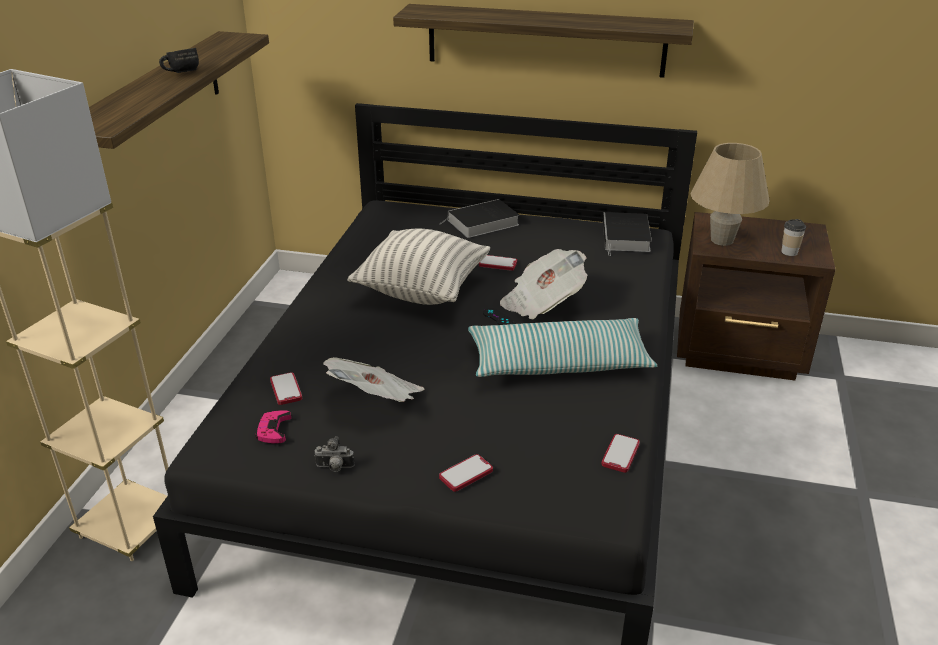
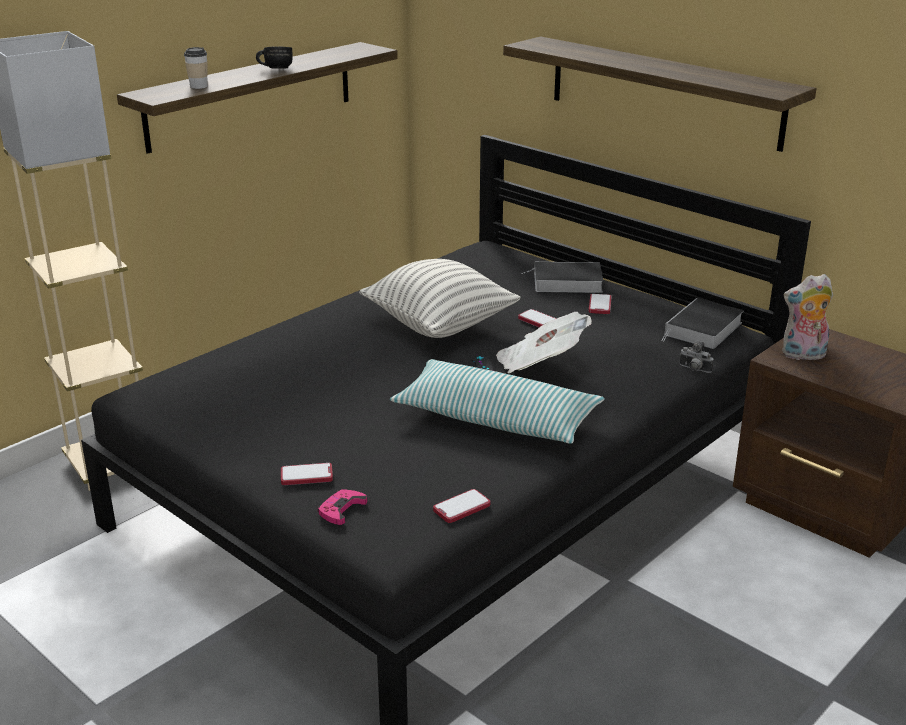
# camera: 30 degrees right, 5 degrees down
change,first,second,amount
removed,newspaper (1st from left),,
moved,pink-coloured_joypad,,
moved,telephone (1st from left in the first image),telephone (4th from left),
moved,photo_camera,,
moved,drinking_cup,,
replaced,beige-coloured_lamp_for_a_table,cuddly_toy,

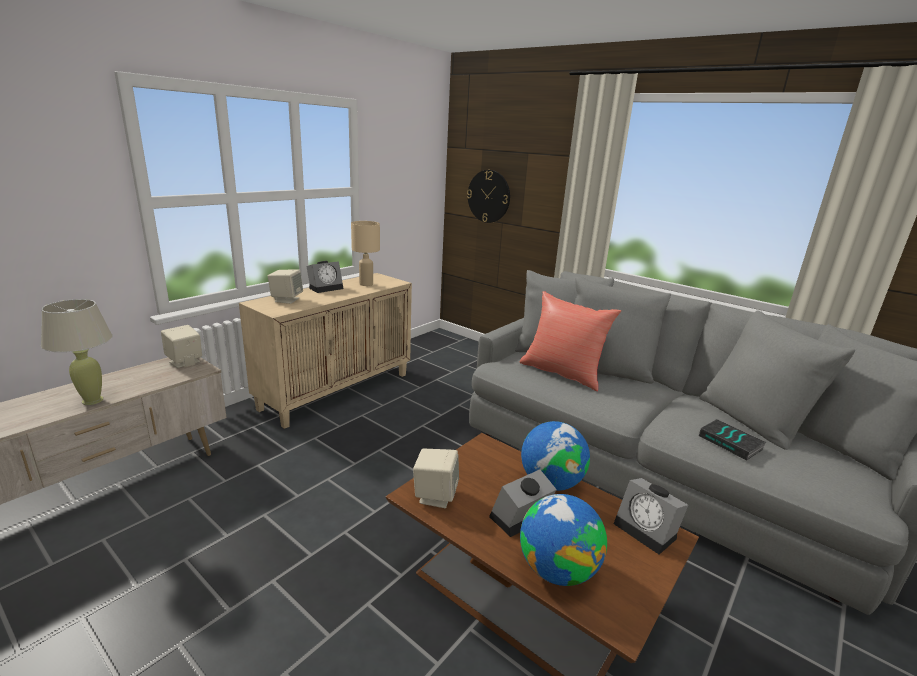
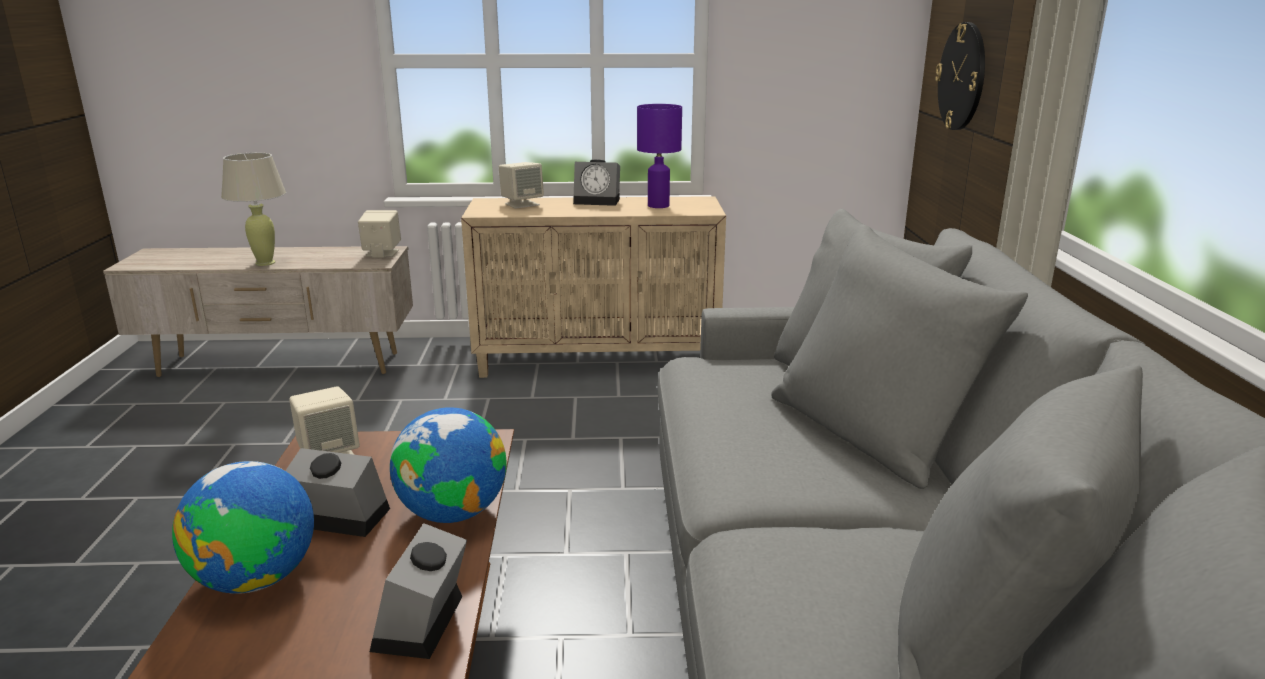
# camera: 50 degrees right, 0 degrees up
change,first,second,amount
removed,red-coloured_cushion,,
removed,volume,,
recoloured,beige-coloured_lamp_for_a_table (2nd from left),purple-coloured_lamp_for_a_table,

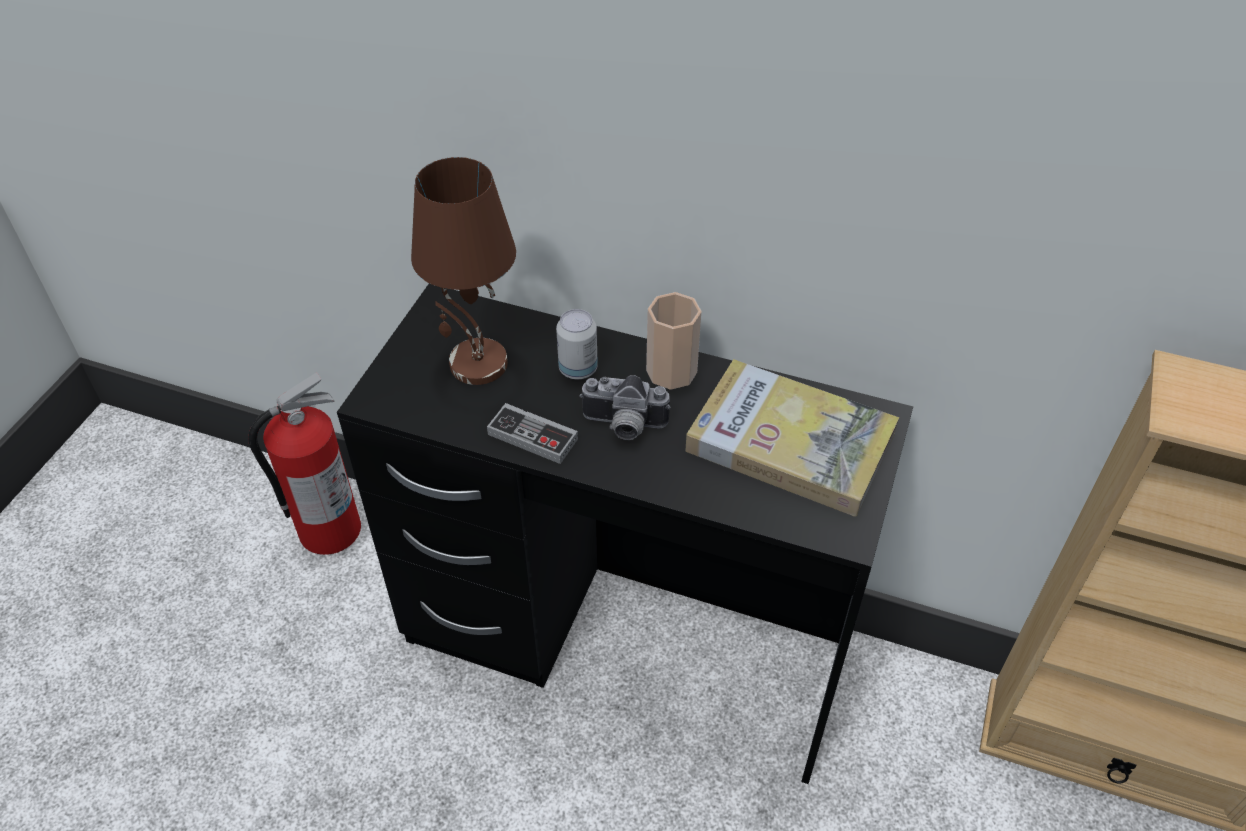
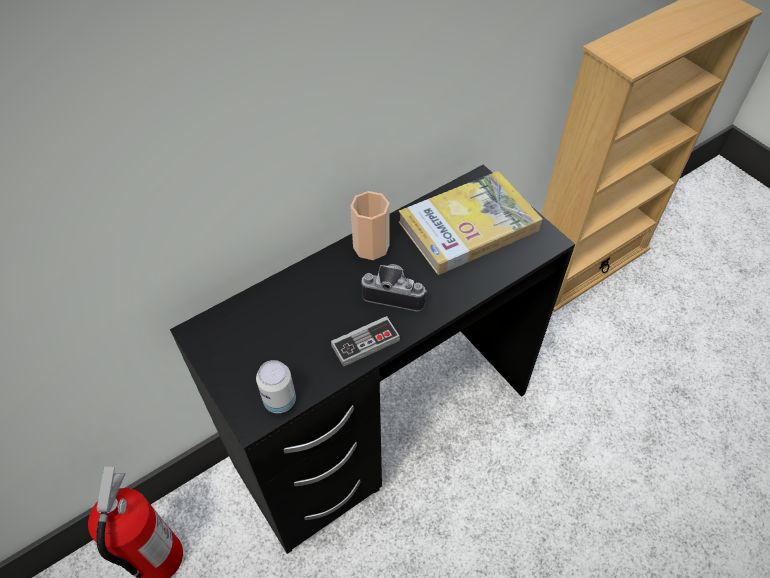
# camera: 55 degrees left, 5 degrees up
change,first,second,amount
removed,brown_lamp_for_a_table,,
moved,sealed_can,,
turned,photo_camera,,120 degrees counterclockwise

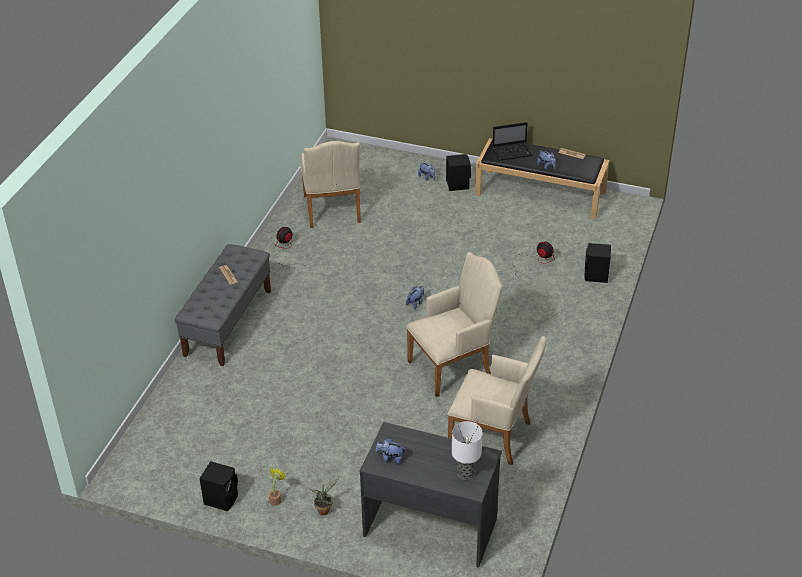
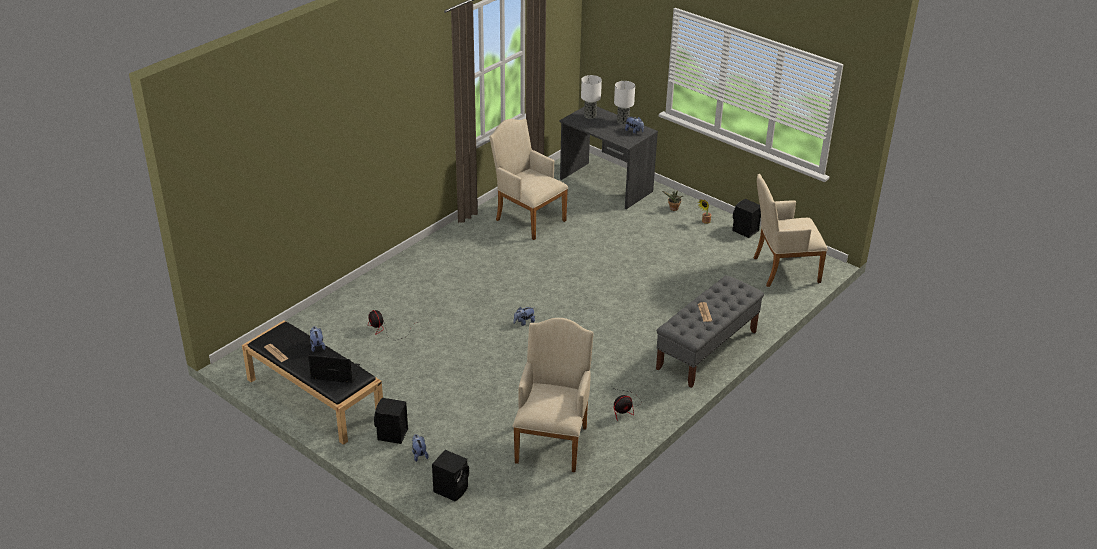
# camera: 160 degrees left, 5 degrees down
change,first,second,amount
added,,lamp_for_a_table (2nd from left),
moved,beige-coloured_armchair (2nd from left in the first image),beige-coloured_armchair (3rd from left),
moved,blackish_audio_speaker (3rd from left in the first image),blackish_audio_speaker (2nd from left),

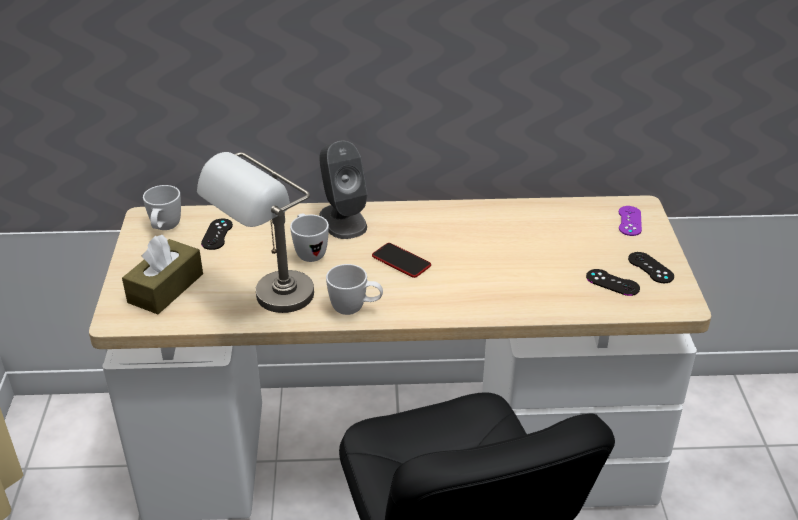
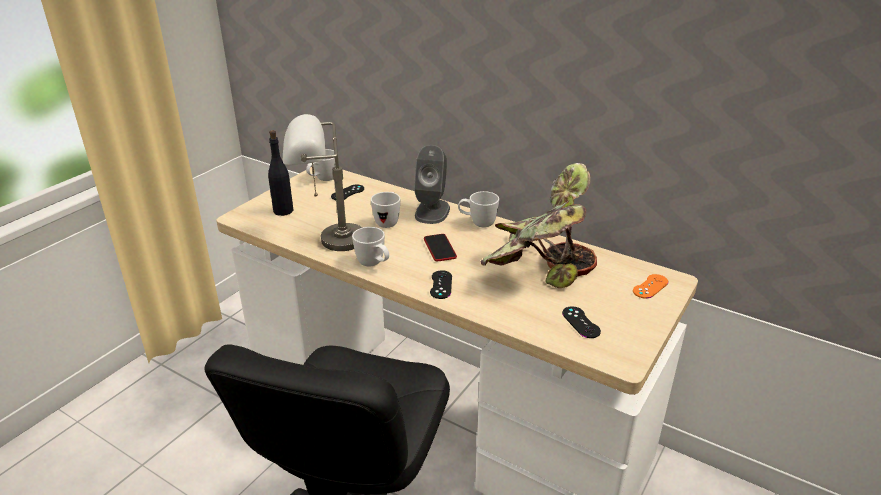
# camera: 35 degrees right, 5 degrees down
change,first,second,amount
added,,white_mug (4th from left),
added,,potted_plant,
moved,blackish_joypad (3rd from left in the first image),blackish_joypad (2nd from left),
replaced,brown_tissue_box,blackish_bottle,
recoloured,purple-coloured_joypad,orangey_joypad,

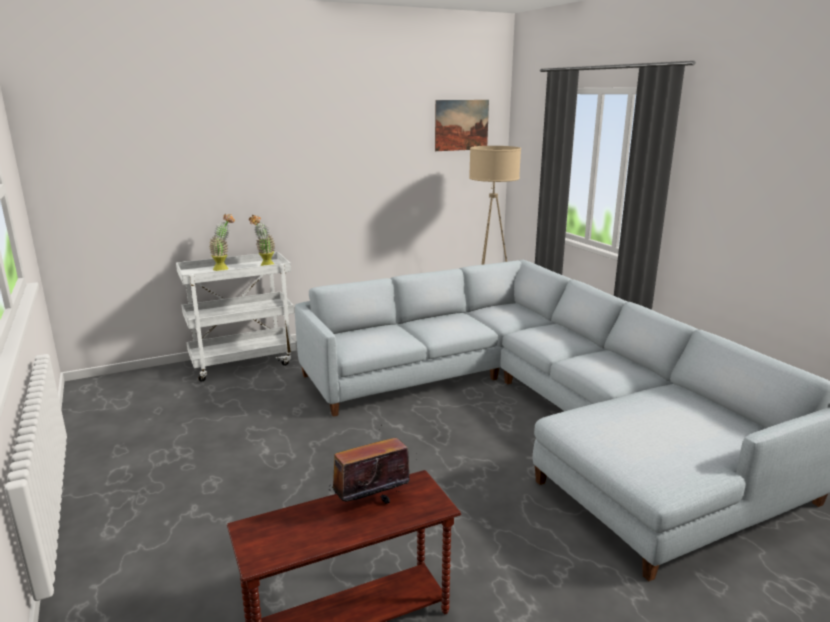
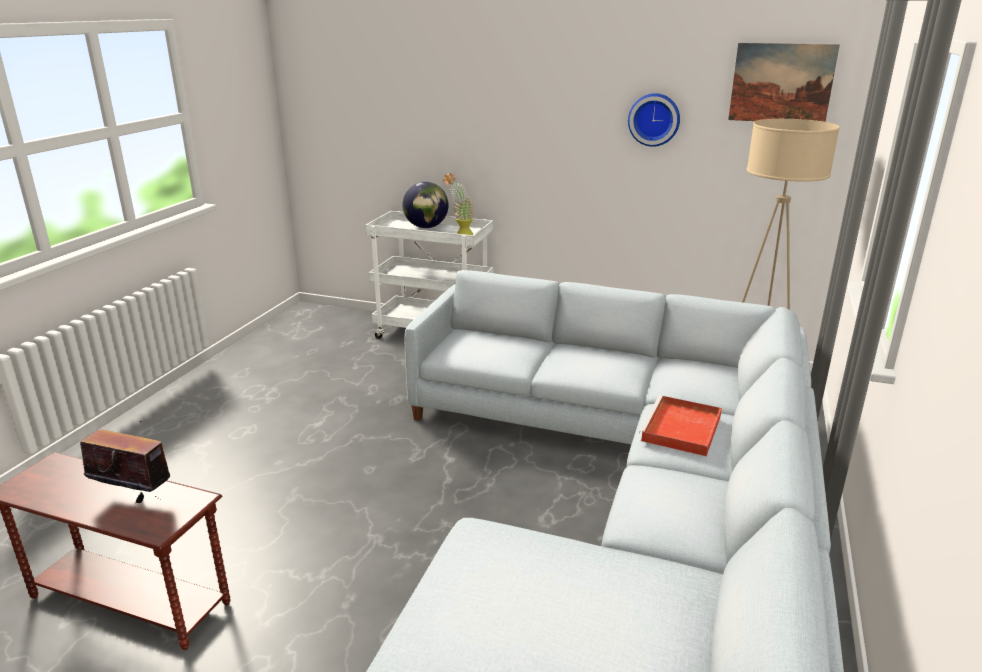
# camera: 45 degrees right, 5 degrees up
change,first,second,amount
added,,clock_on_the_wall,
added,,red-coloured_tray,
replaced,potted_plant (1st from left),world_globe,

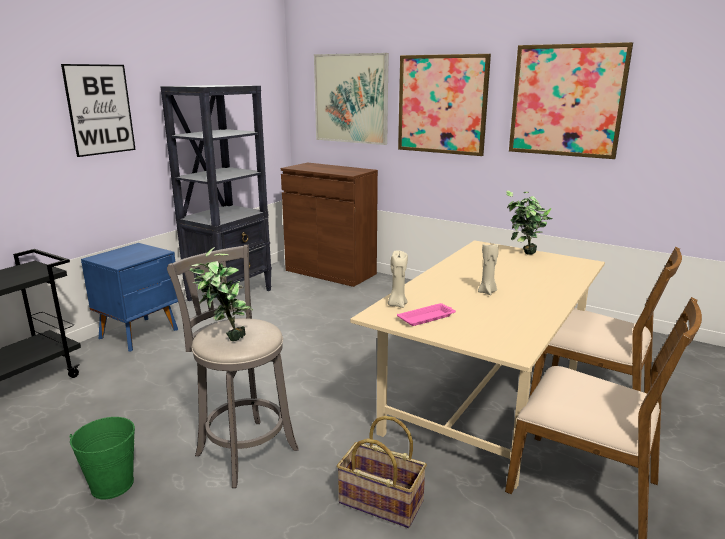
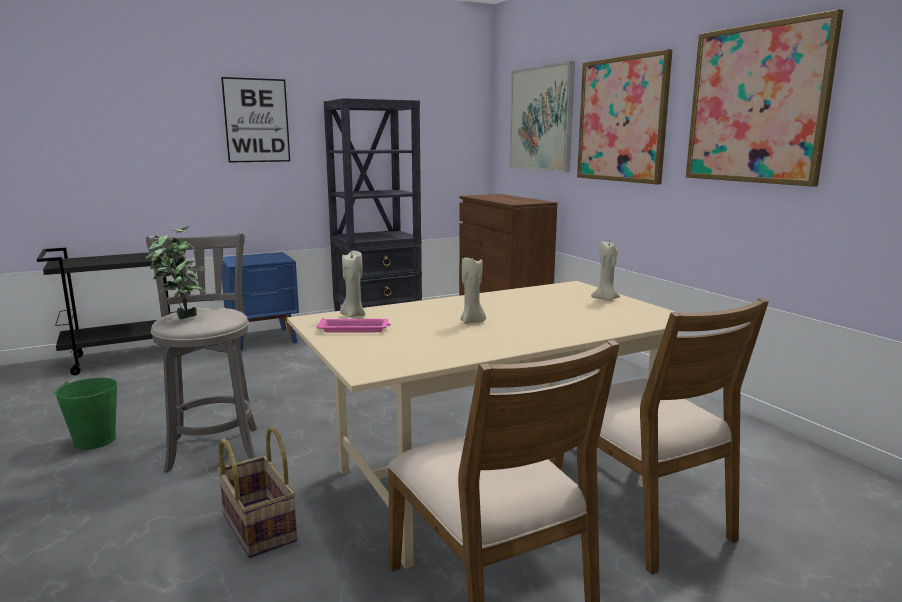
# camera: 30 degrees right, 5 degrees down
change,first,second,amount
replaced,potted_plant (2nd from left),beige-coloured_candle (3rd from left),

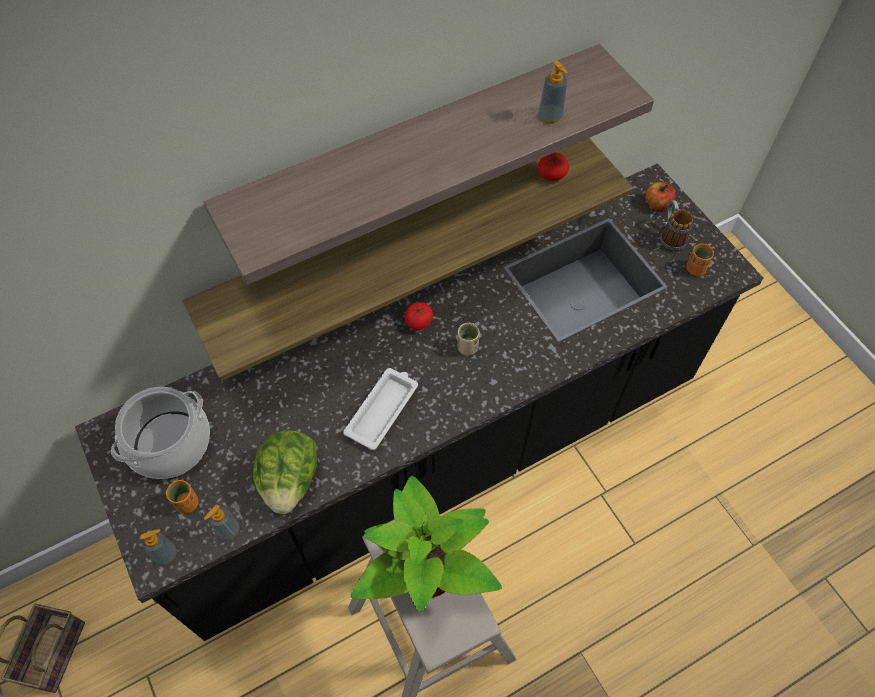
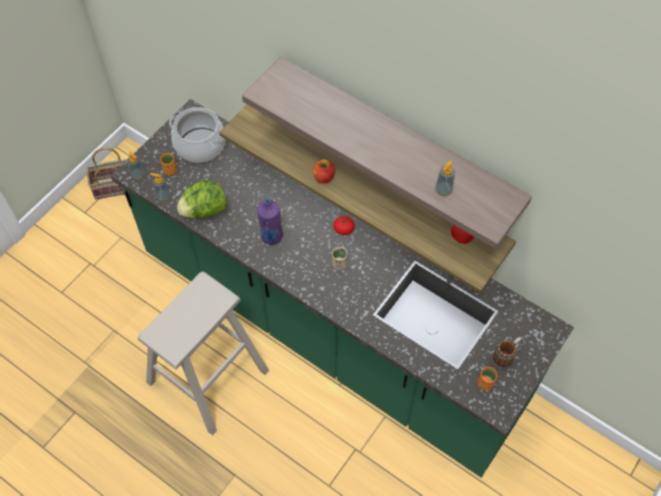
# camera: 65 degrees right, 0 degrees up
change,first,second,amount
removed,potted_plant,,
moved,apple,,
replaced,white_tray,purple-coloured_bottle,
recoloured,blackish_kitchen_base_unit,green_kitchen_base_unit,

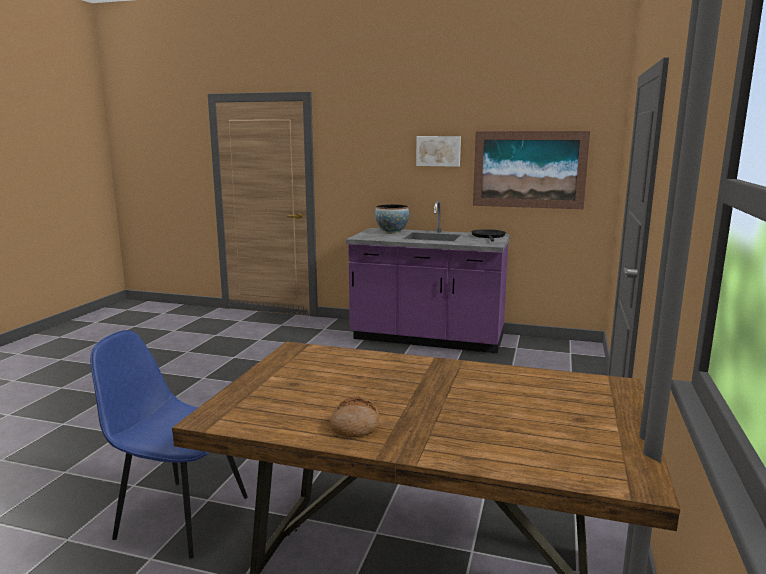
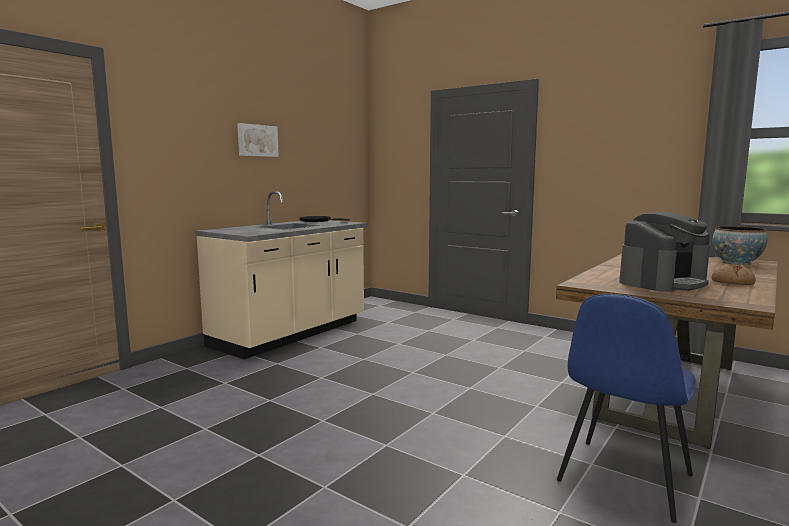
# camera: 70 degrees left, 5 degrees down
change,first,second,amount
removed,wall_picture (2nd from left),,
added,,coffee_machine,
moved,serving_bowl,,
recoloured,purple-coloured_kitchen_base_unit,beige-coloured_kitchen_base_unit,

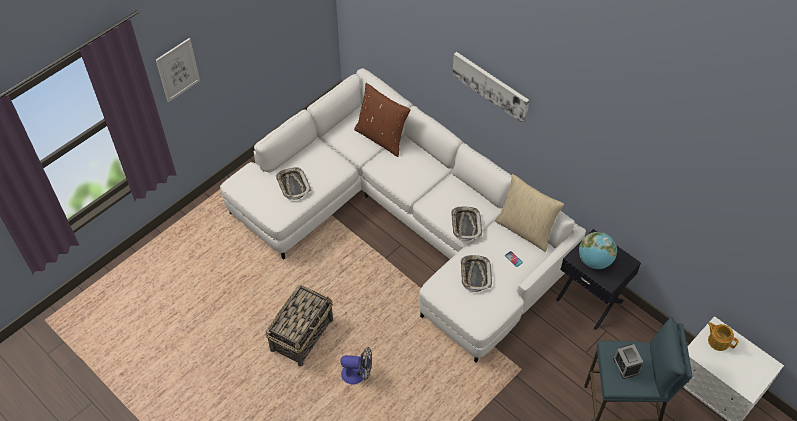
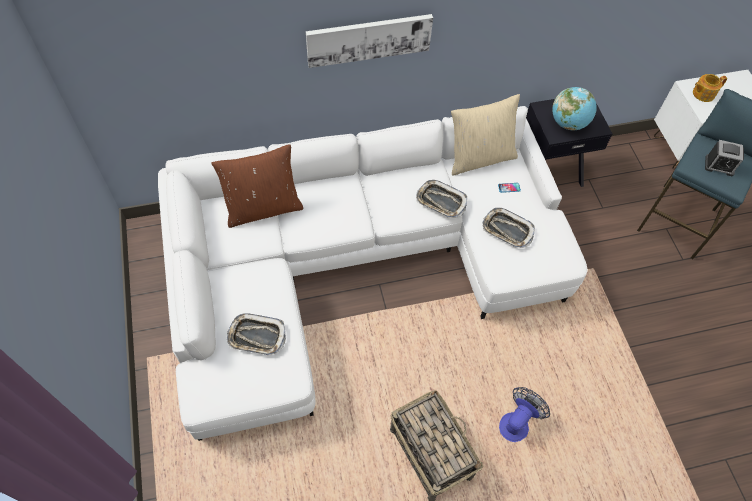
# camera: 60 degrees left, 5 degrees up
change,first,second,amount
removed,wall_picture (1st from left),,

